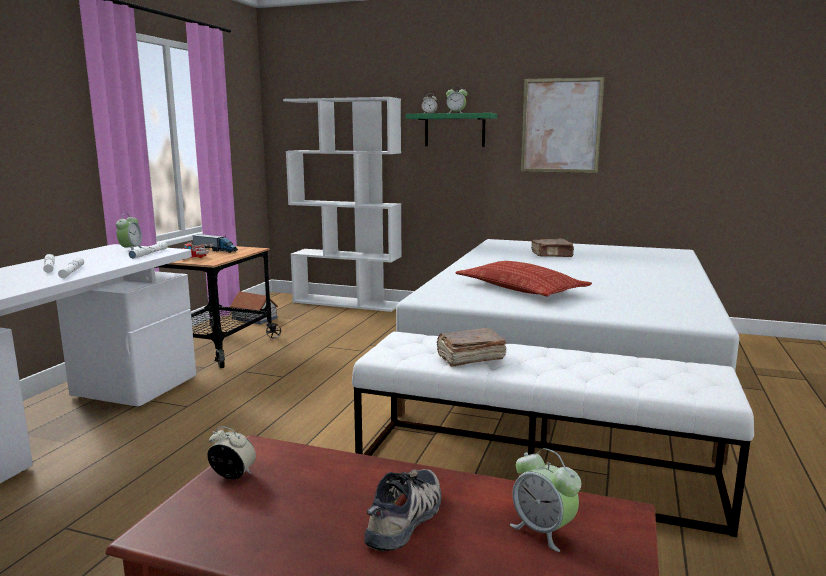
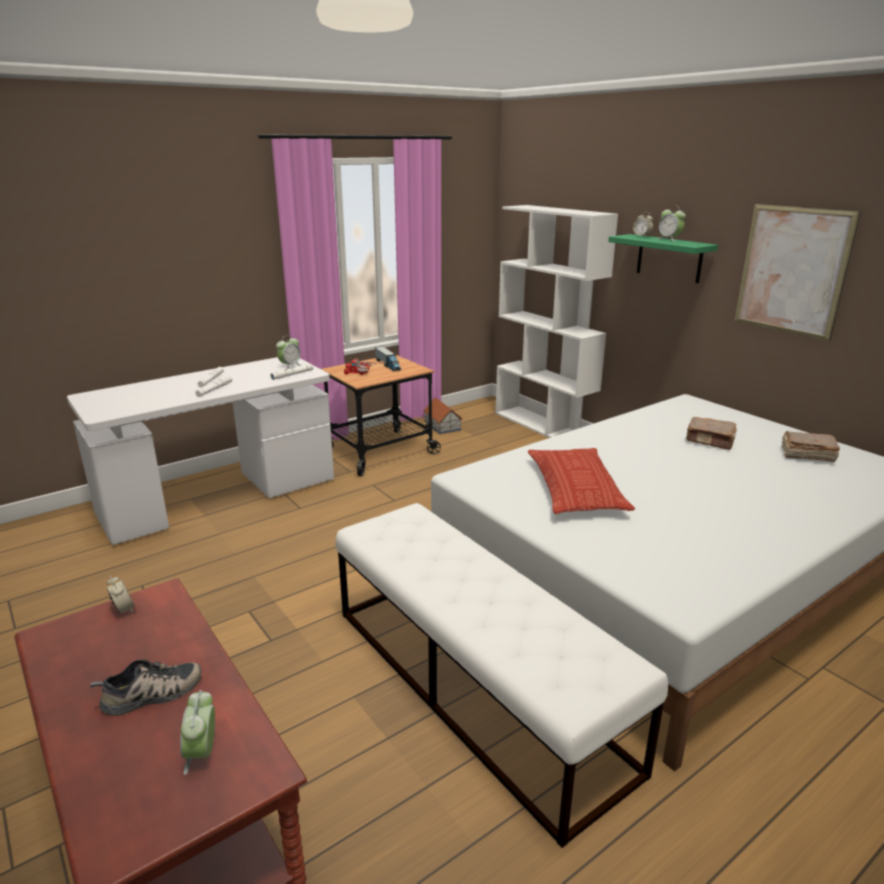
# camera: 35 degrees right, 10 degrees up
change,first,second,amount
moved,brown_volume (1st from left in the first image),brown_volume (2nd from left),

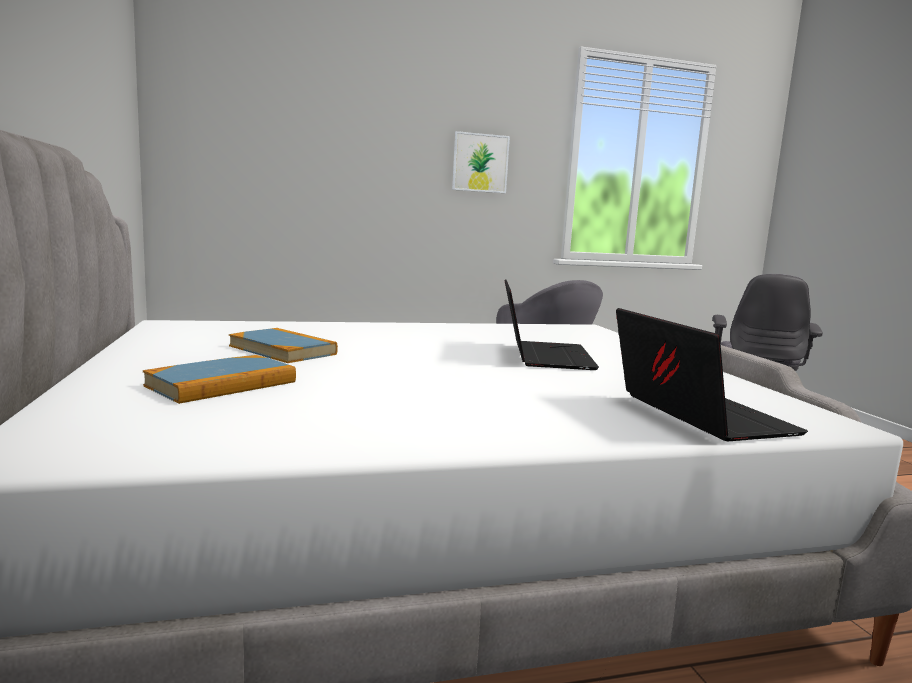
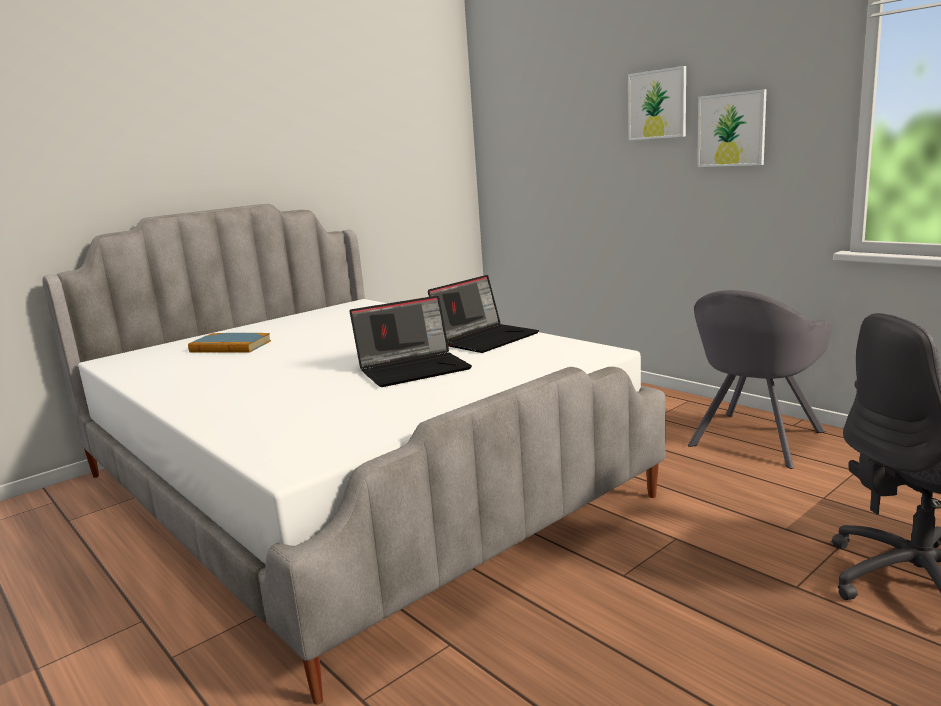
# camera: 65 degrees right, 5 degrees up
change,first,second,amount
removed,volume (2nd from left),,
added,,wall_picture (1st from left),
moved,notebook_computer (2nd from left),,

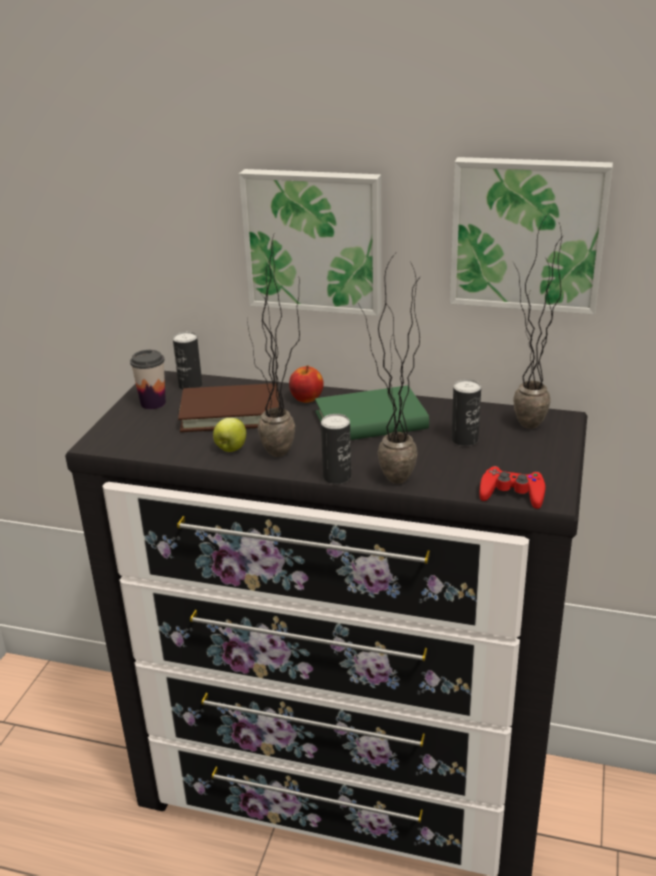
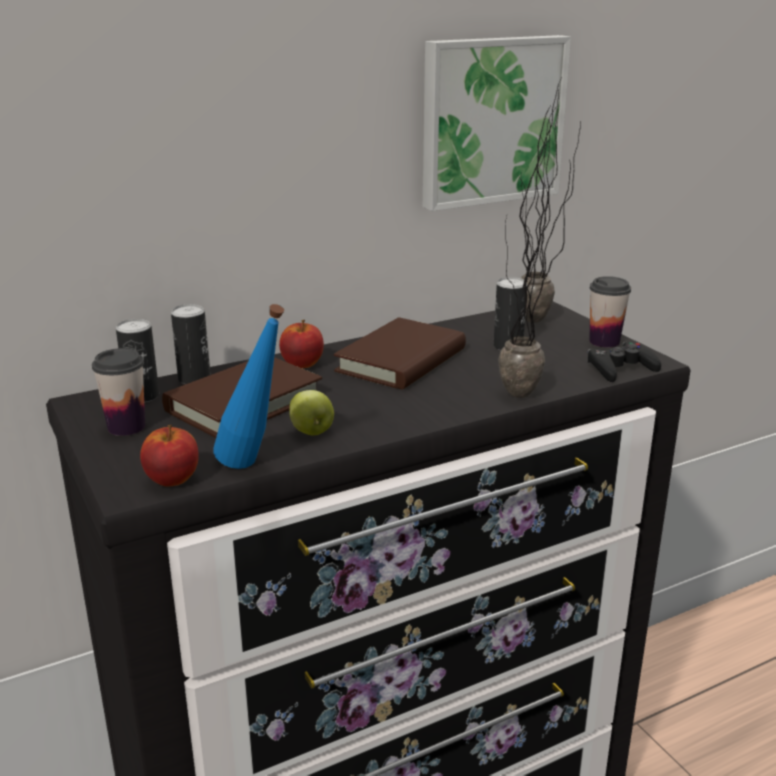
# camera: 45 degrees left, 5 degrees down
change,first,second,amount
removed,wall_picture (1st from left),,
removed,potted_plant (1st from left),,
added,,apple (1st from left),
added,,blue-coloured_bottle,
added,,drinking_cup (2nd from left),
moved,sealed_can (2nd from left),,
recoloured,green_volume,brown_volume (2nd from left),
recoloured,red-coloured_joypad,blackish_joypad,

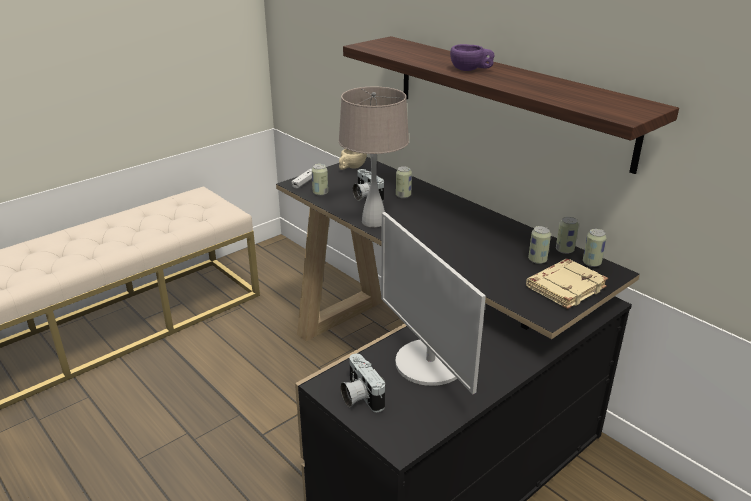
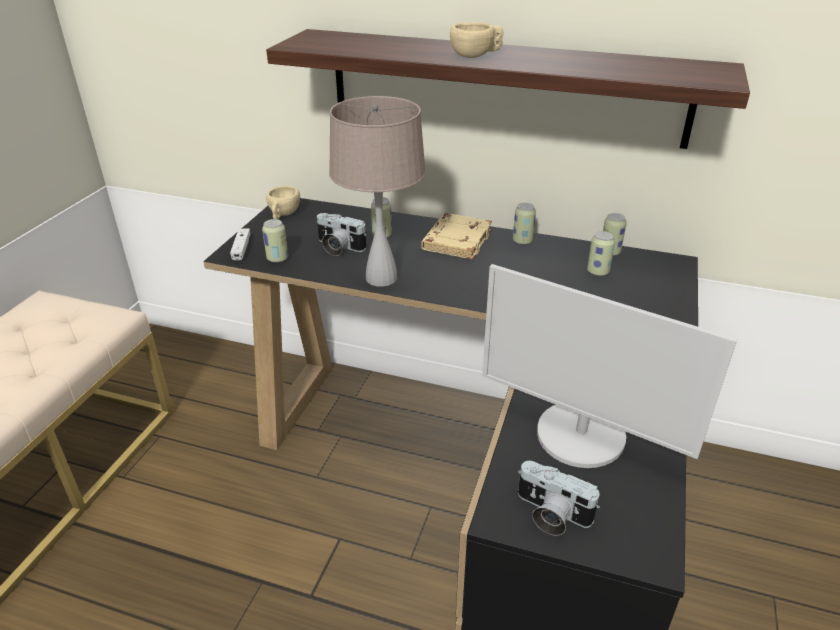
# camera: 30 degrees left, 5 degrees up
change,first,second,amount
moved,beige-coloured_volume,,
moved,sealed_can (5th from left in the first image),sealed_can (3rd from left),
recoloured,purple-coloured_drinking_cup,beige-coloured_drinking_cup (2nd from left),

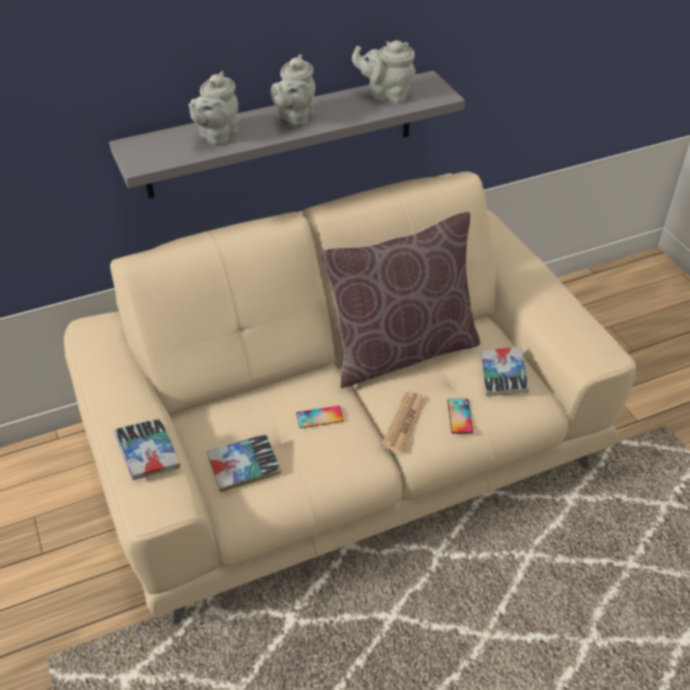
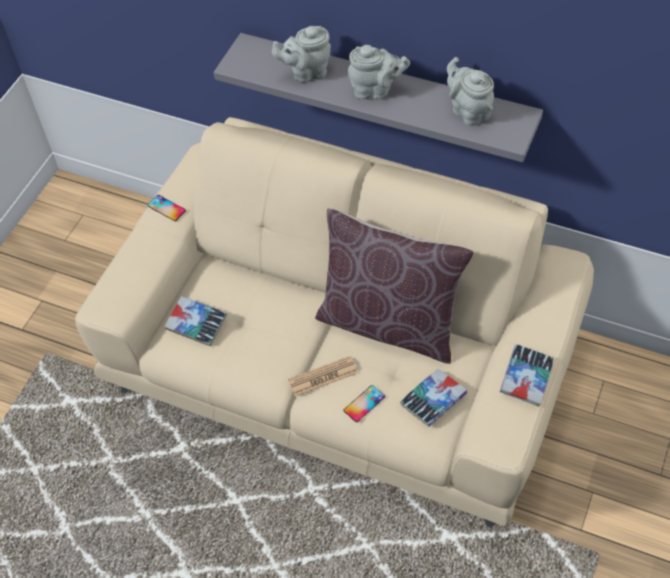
# camera: 50 degrees right, 10 degrees up
change,first,second,amount
moved,volume (1st from left in the first image),volume (3rd from left),
moved,telephone (1st from left),,
turned,greyish_tea_pot (2nd from left),,150 degrees counterclockwise

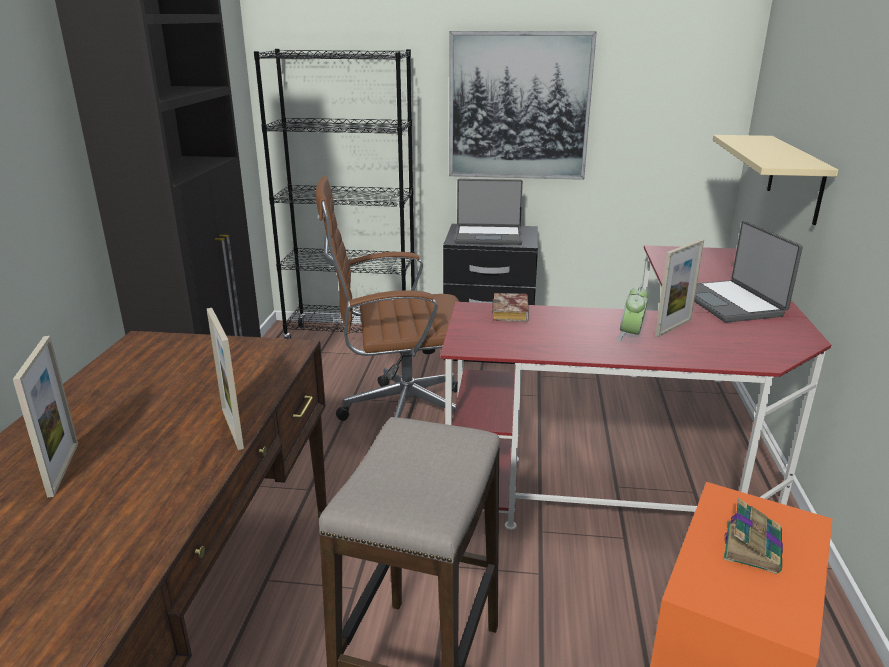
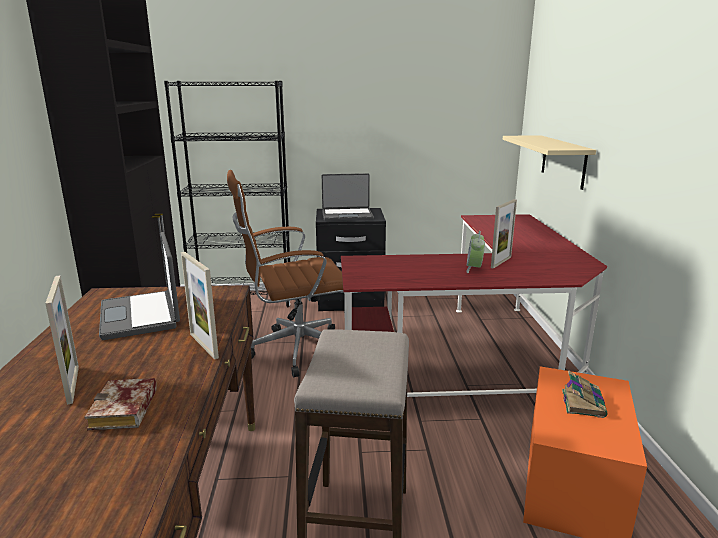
# camera: 10 degrees left, 5 degrees down
change,first,second,amount
removed,wall_picture,,
moved,volume (1st from left),,
moved,notebook_computer (2nd from left in the first image),notebook_computer (1st from left),

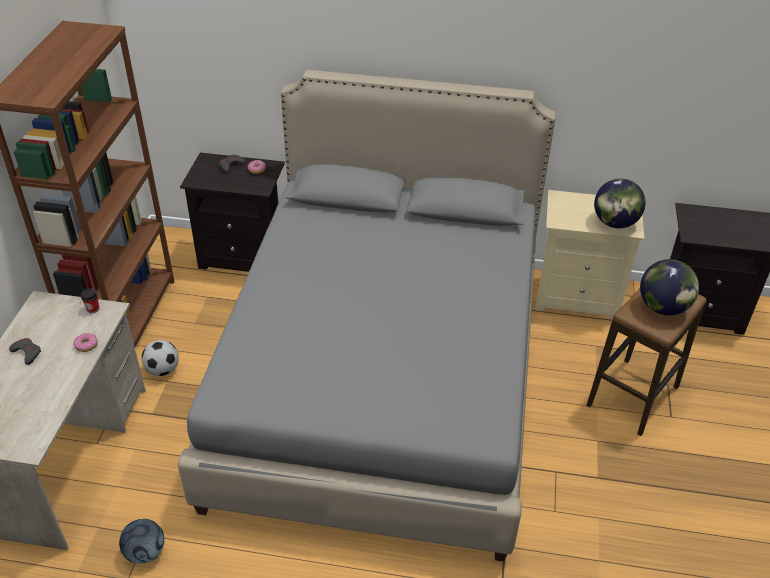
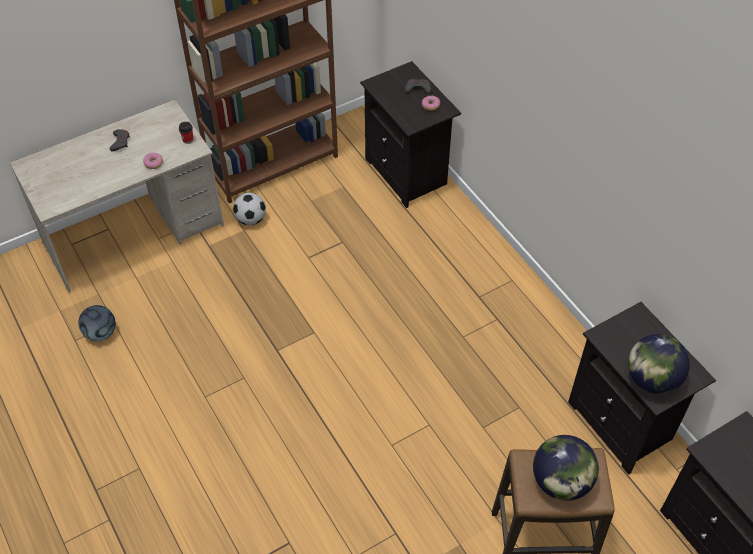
# camera: 50 degrees right, 10 degrees up
change,first,second,amount
removed,greyish_bed,,
recoloured,beige-coloured_night_table,blackish_night_table (2nd from left),

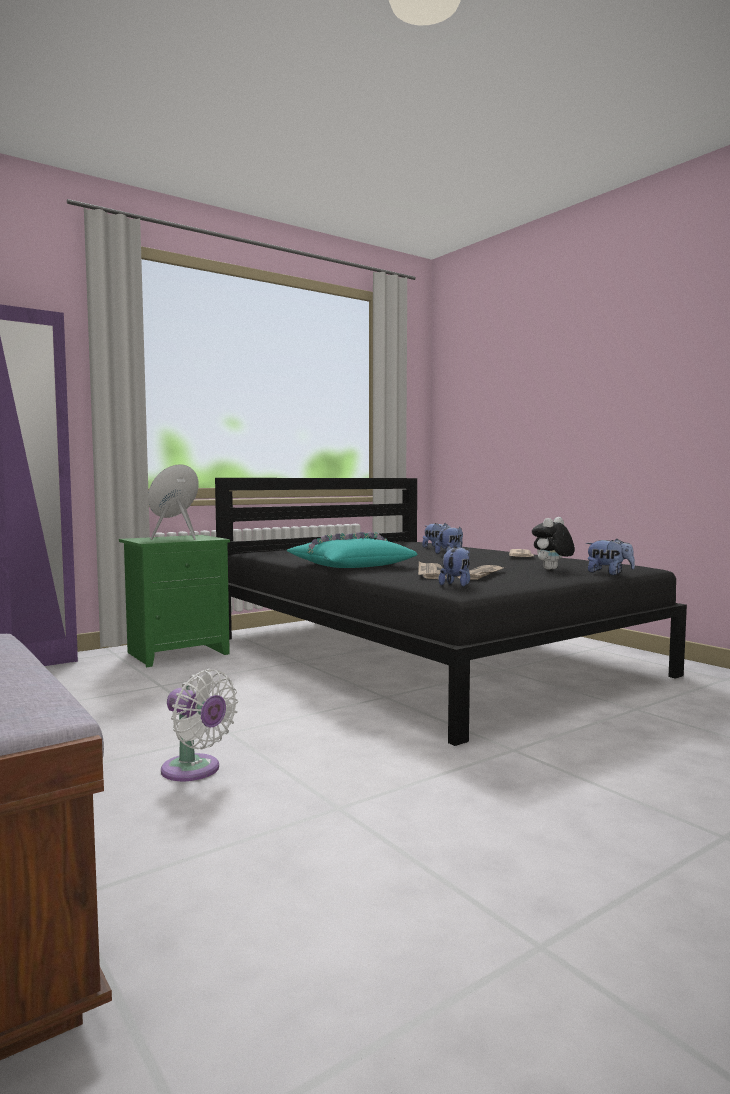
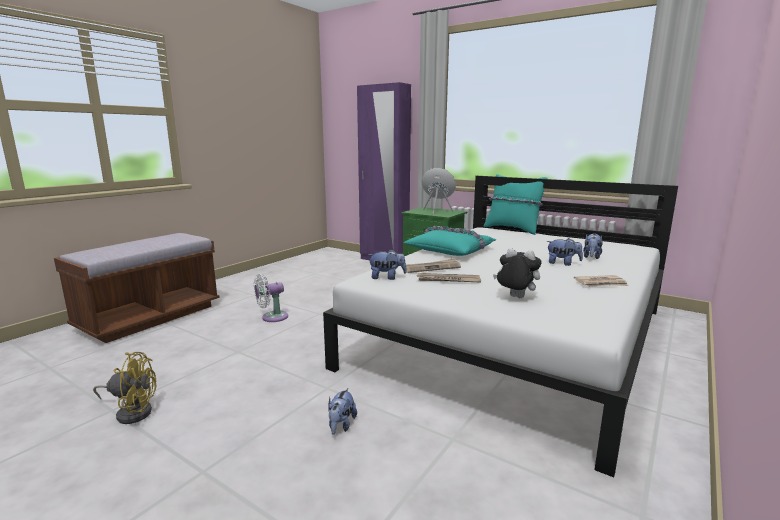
# camera: 70 degrees right, 10 degrees up
change,first,second,amount
added,,yellowish_fan,
added,,turquoise_cushion (2nd from left),
moved,cuddly_toy (5th from left in the first image),cuddly_toy (1st from left),
recoloured,blackish_bed,white_bed,
turned,white_fan,,45 degrees clockwise

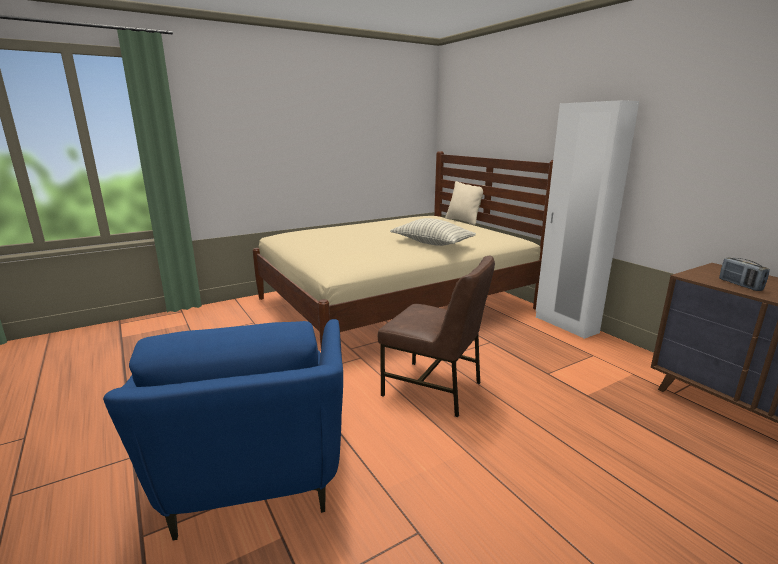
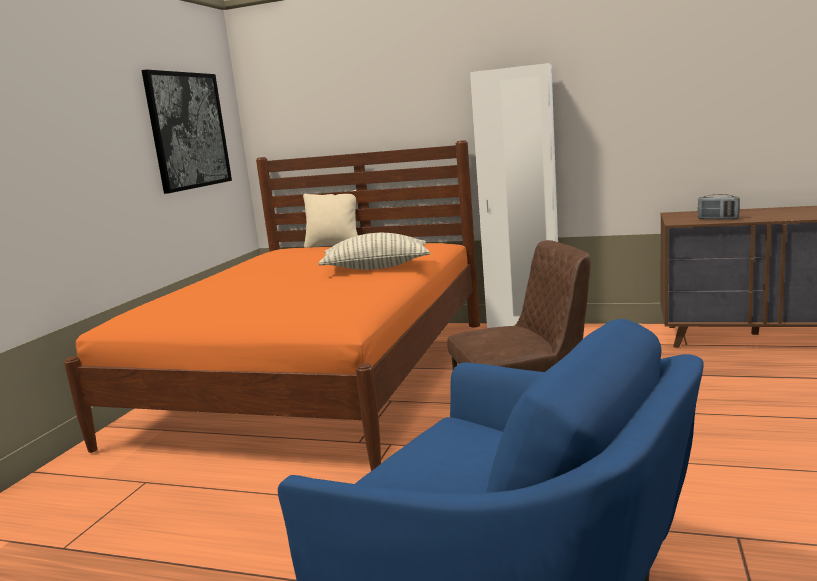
# camera: 40 degrees left, 5 degrees down
change,first,second,amount
added,,wall_picture,
recoloured,beige-coloured_bed,orangey_bed,

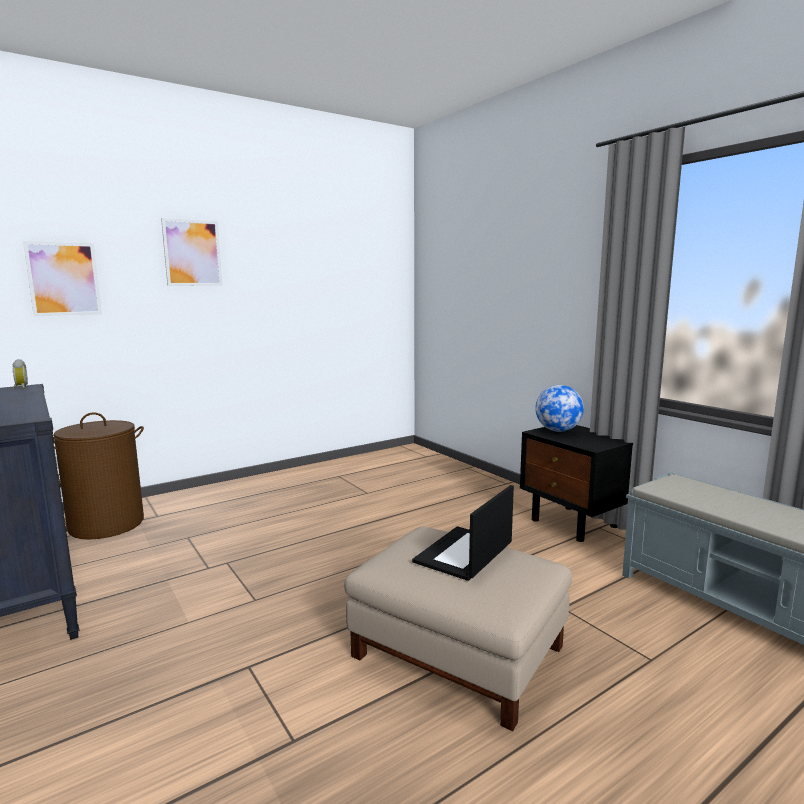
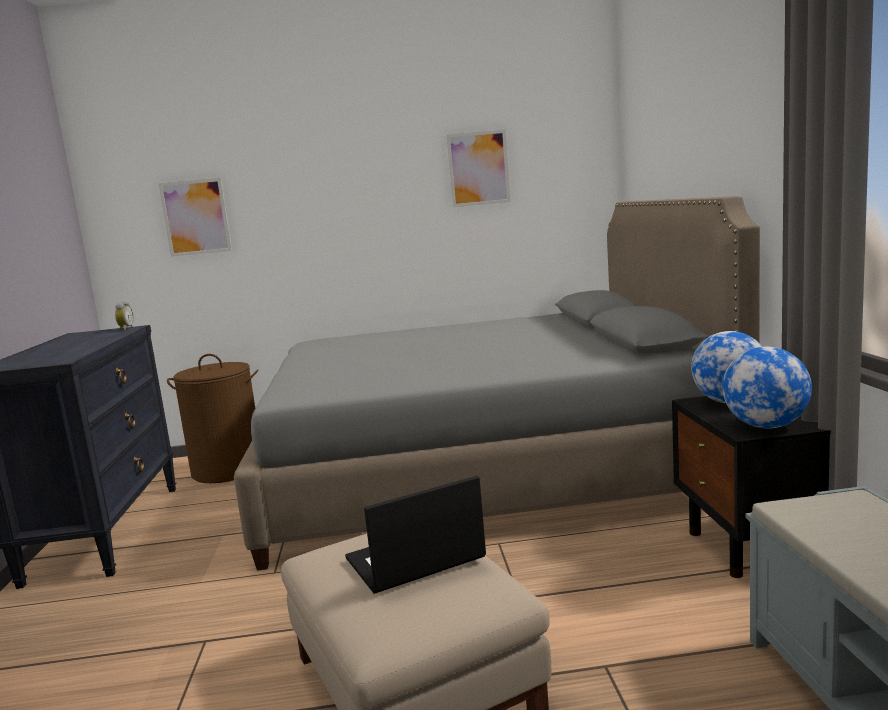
# camera: 30 degrees right, 0 degrees up
change,first,second,amount
added,,greyish_bed,
added,,world_globe (2nd from left),
moved,wall_picture (2nd from left),,

